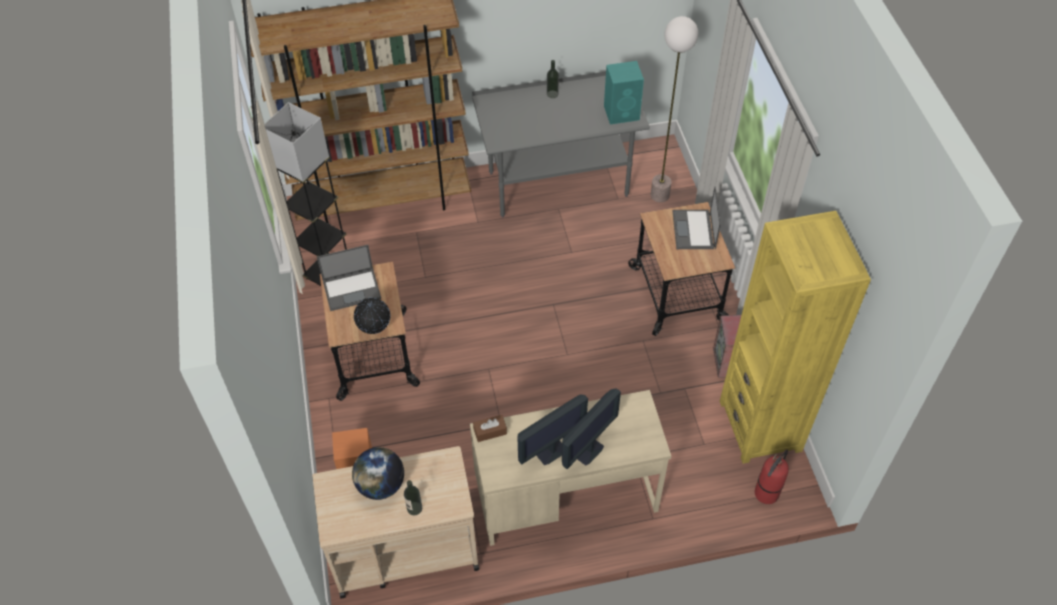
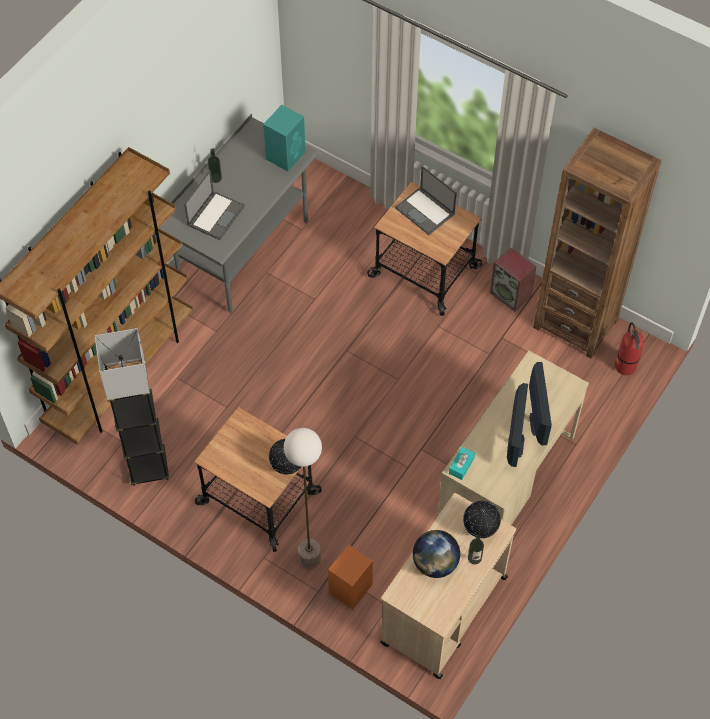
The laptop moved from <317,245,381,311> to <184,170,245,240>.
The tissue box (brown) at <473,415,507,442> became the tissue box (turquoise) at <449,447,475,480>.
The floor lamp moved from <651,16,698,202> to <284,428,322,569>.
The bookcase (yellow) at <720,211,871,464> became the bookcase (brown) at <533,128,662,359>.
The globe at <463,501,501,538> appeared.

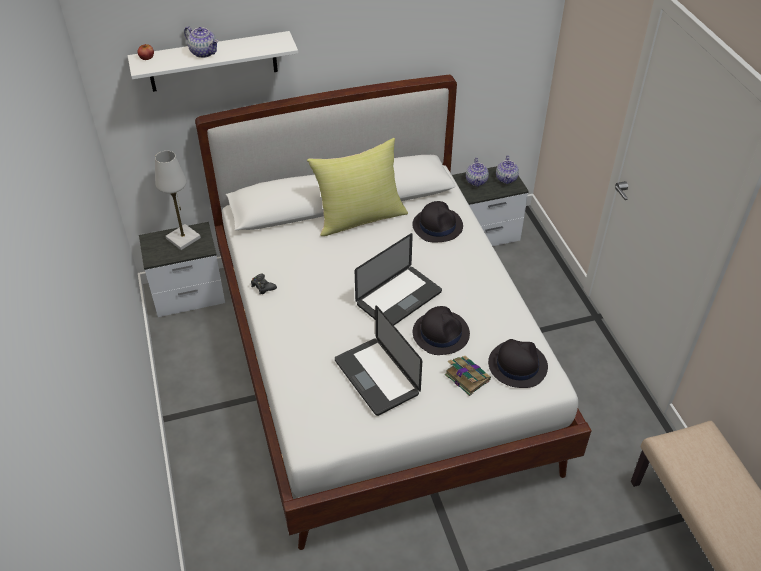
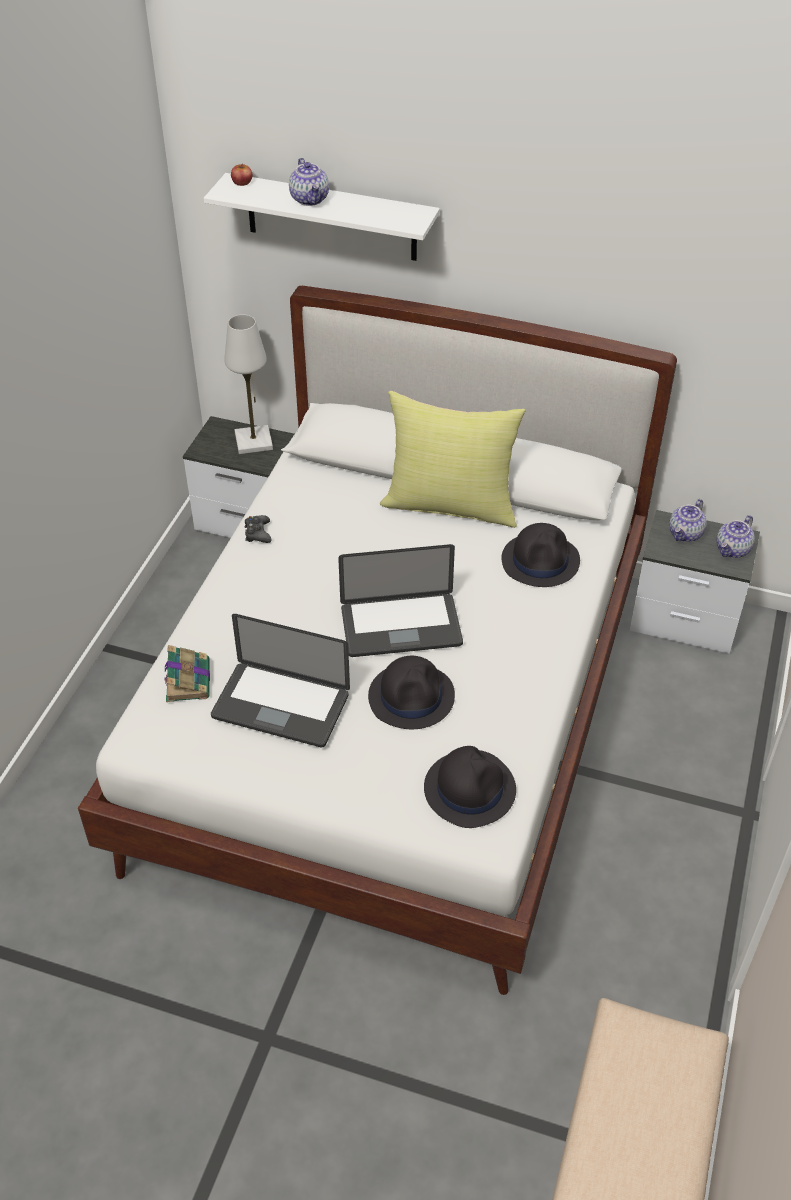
The laptop at <335,306,422,416> turned 75 degrees counterclockwise.
The book moved from <445,356,491,396> to <164,645,210,702>.

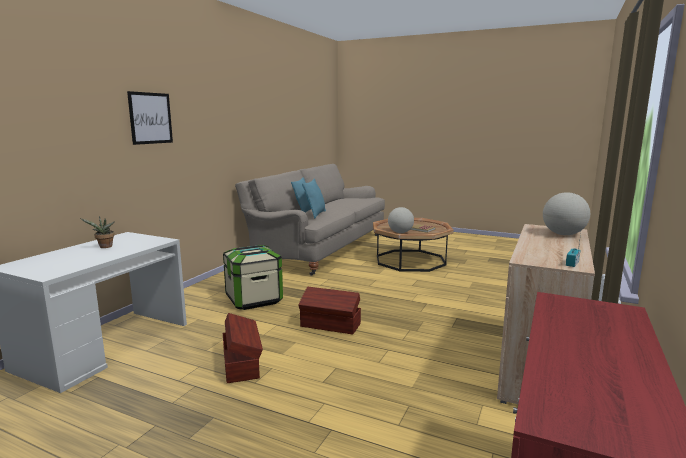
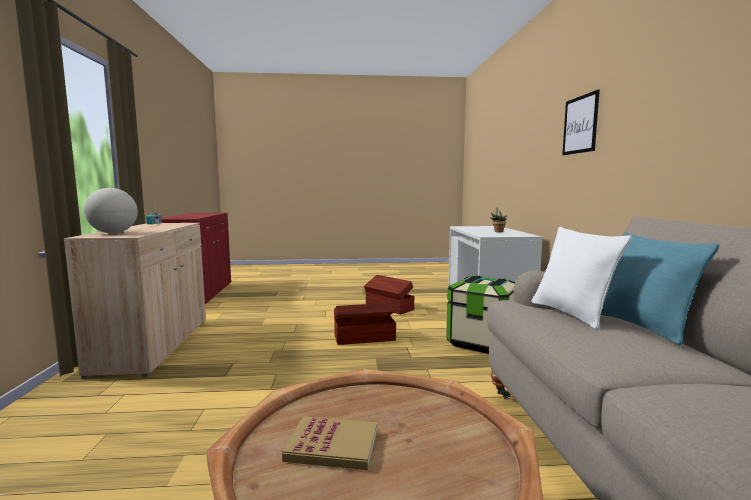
The pillow (turquoise) at <302,179,326,218> became the pillow (white) at <532,227,632,330>.
The globe at <388,207,414,233> disappeared.

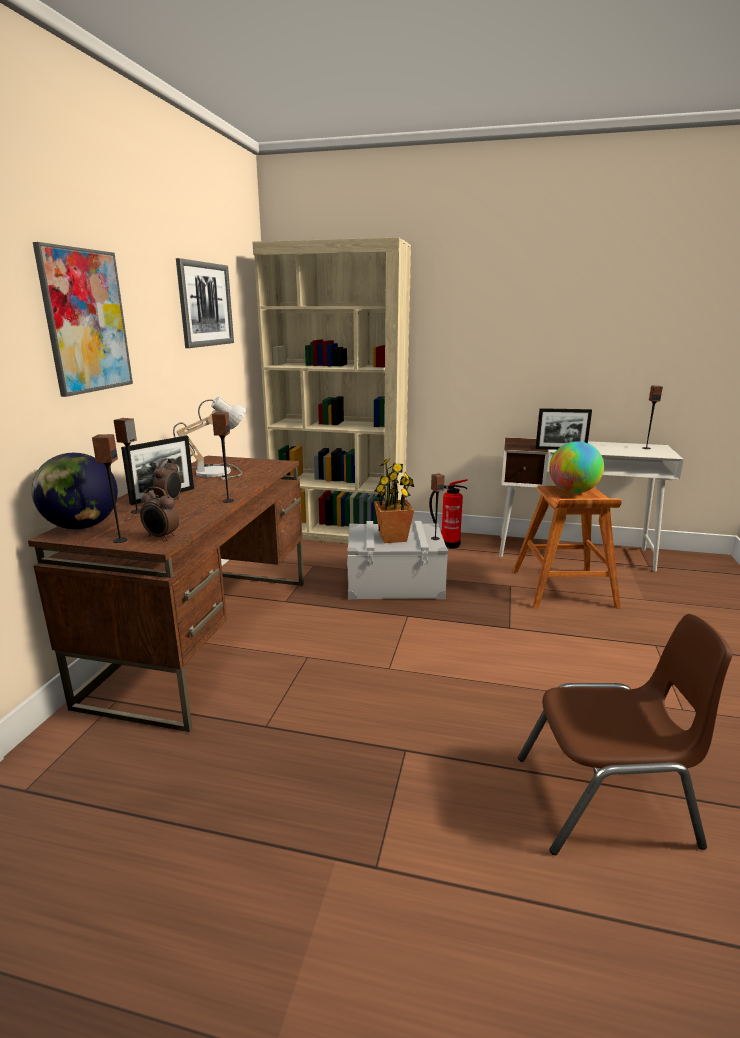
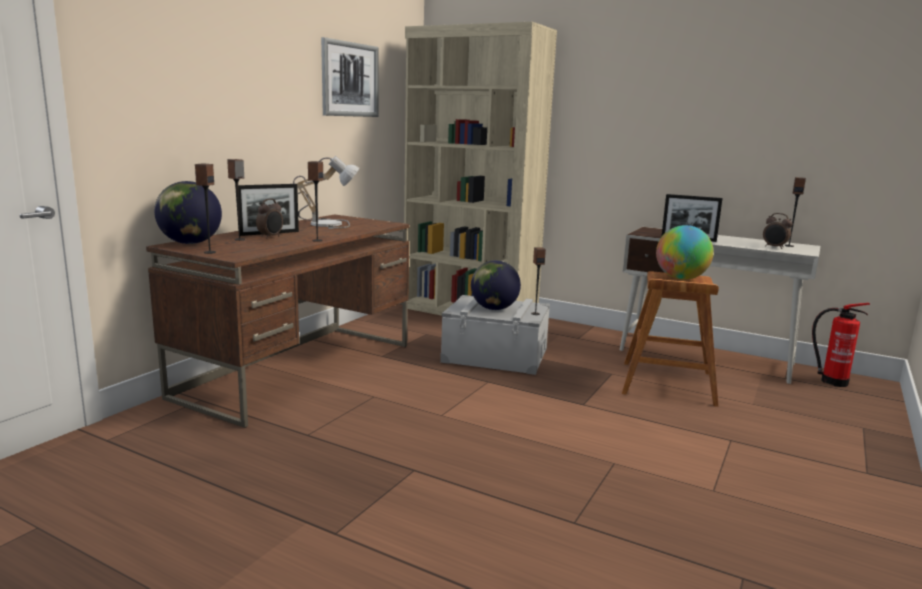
The picture at <33,242,133,397> disappeared.
The alarm clock moved from <140,487,179,541> to <763,213,793,249>.
The potted plant at <374,458,414,543> was replaced by the globe at <471,260,521,310>.
The fire extinguisher moved from <429,479,468,549> to <812,303,870,387>.
The chair (brown) at <518,614,733,855> disappeared.

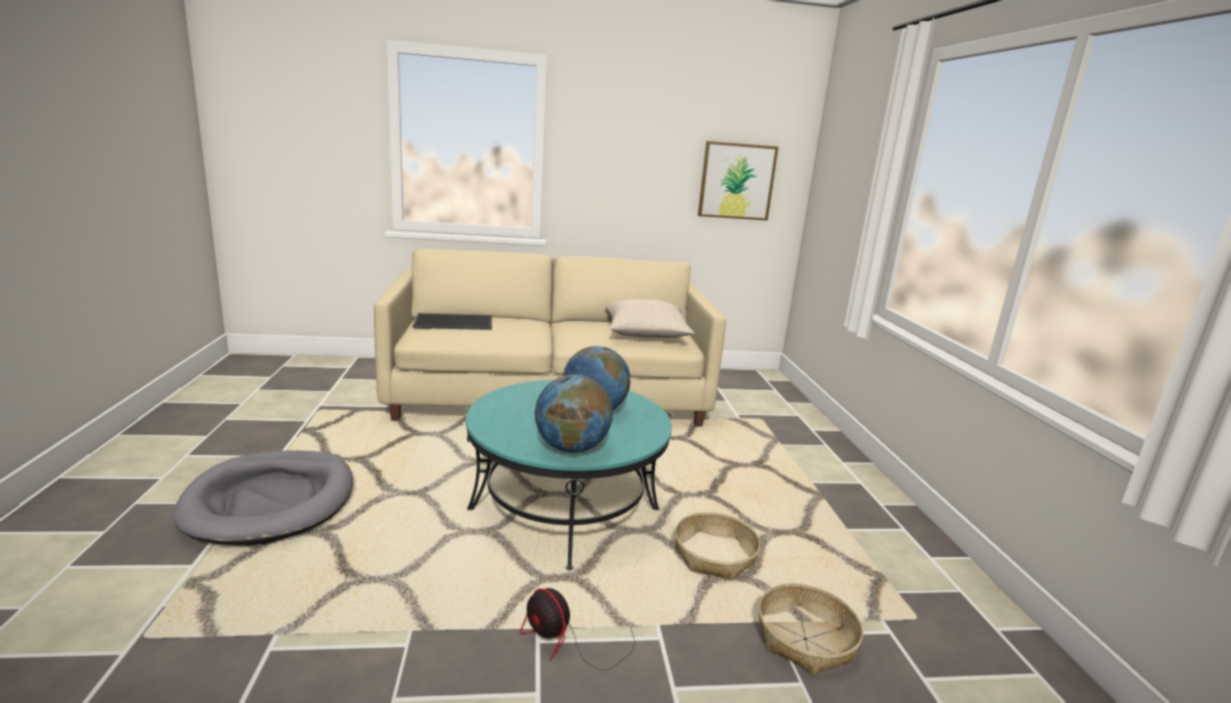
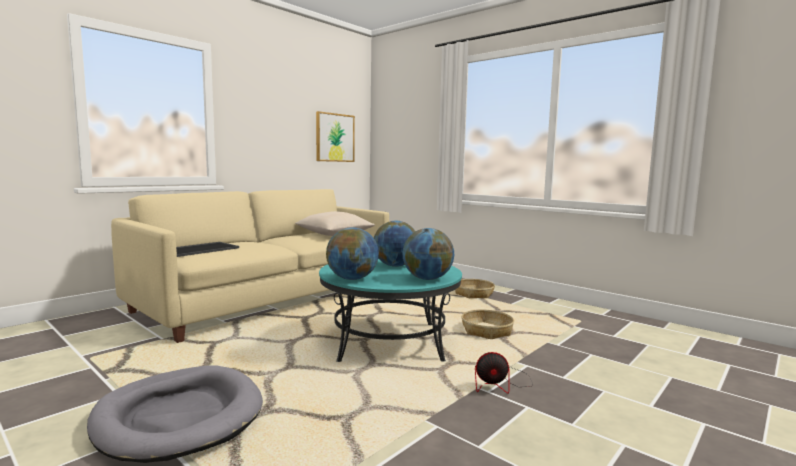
The basket moved from <758,583,863,675> to <455,279,495,298>.
The globe at <326,227,379,280> appeared.

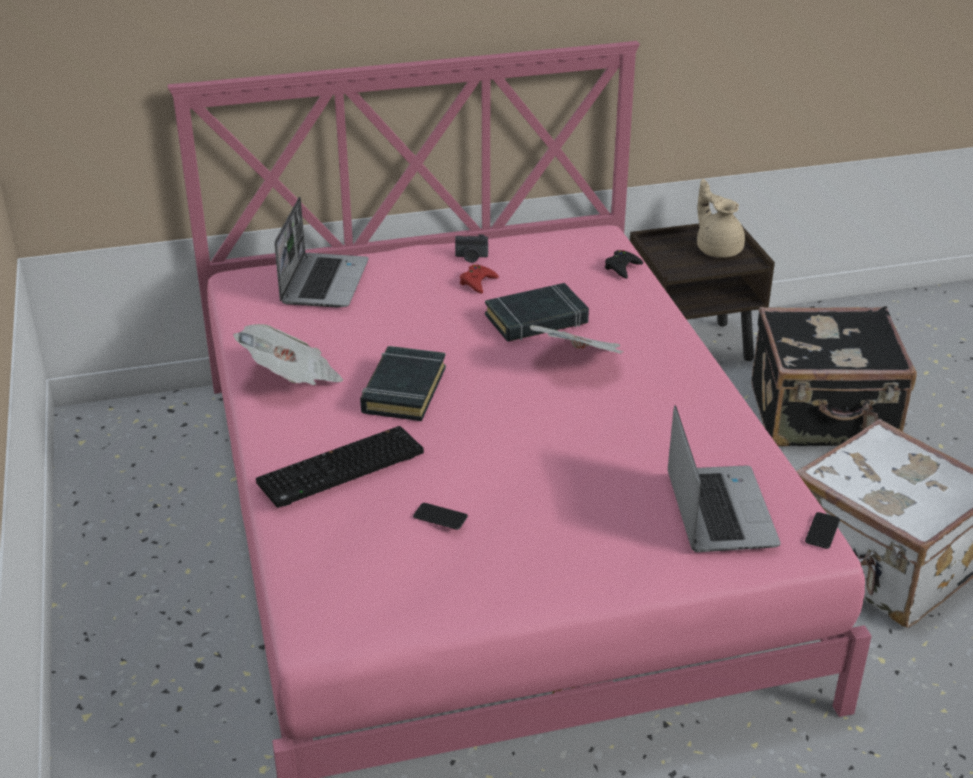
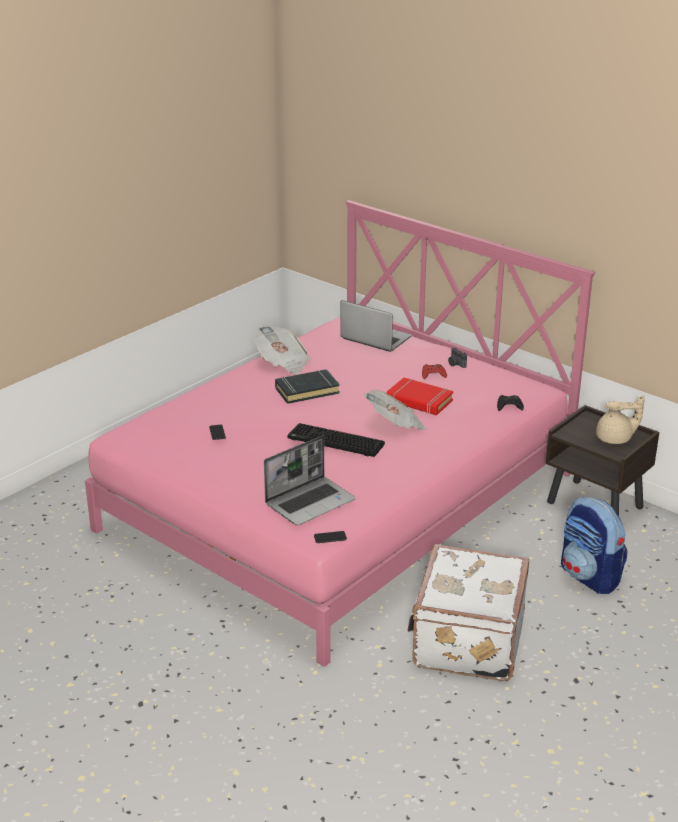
The keyboard moved from <256,426,424,508> to <288,423,385,457>.
The laptop at <274,197,369,308> turned 120 degrees counterclockwise.
The book (black) at <485,283,589,342> became the book (red) at <387,378,453,415>.
The teapot (beige) at <697,179,745,258> turned 60 degrees clockwise.
The suitcase (black) at <752,306,917,447> was replaced by the backpack at <561,497,627,594>.

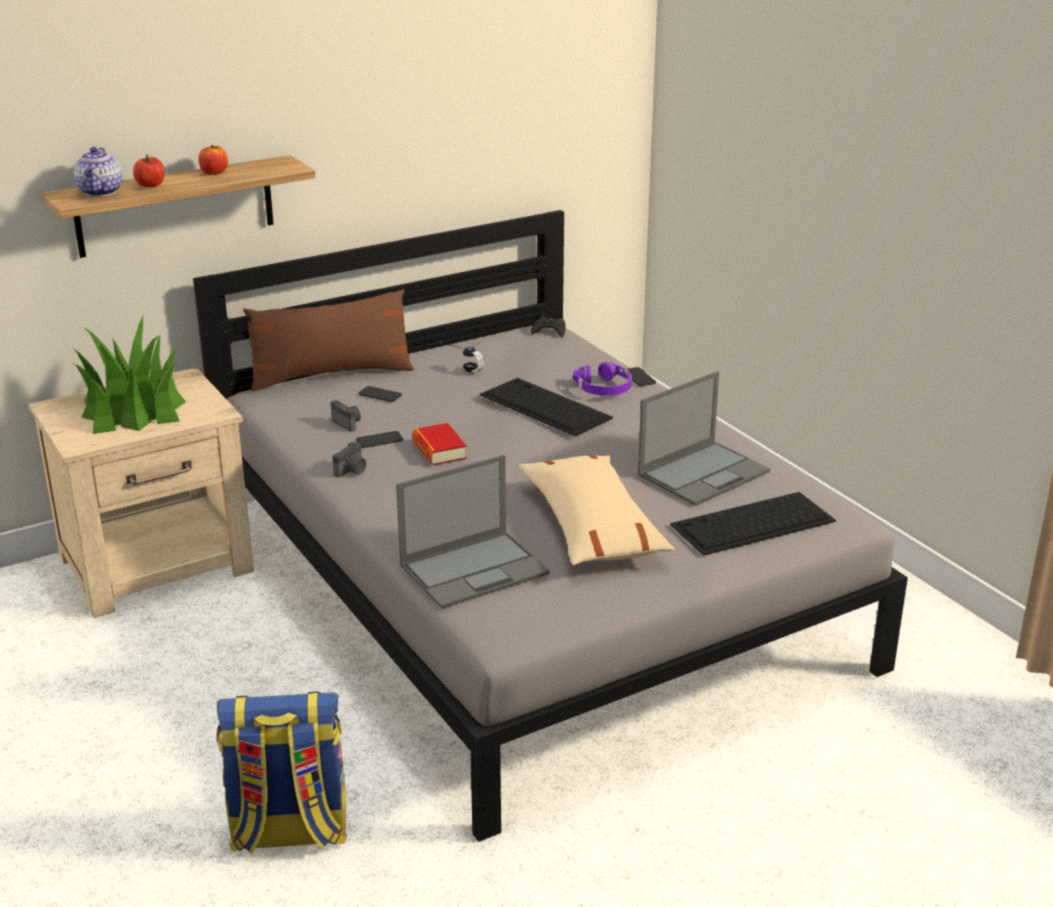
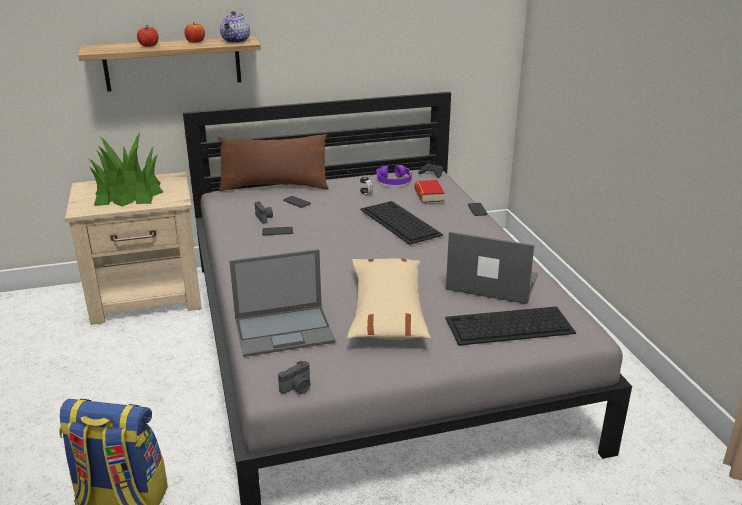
The teapot moved from <74,147,122,197> to <220,11,250,43>.
The photo camera moved from <332,442,366,477> to <278,360,311,394>.
The book moved from <412,423,467,465> to <415,180,445,203>.
The headphones (purple) moved from <573,362,632,396> to <376,165,412,185>.
The laptop at <638,371,770,506> turned 135 degrees counterclockwise.

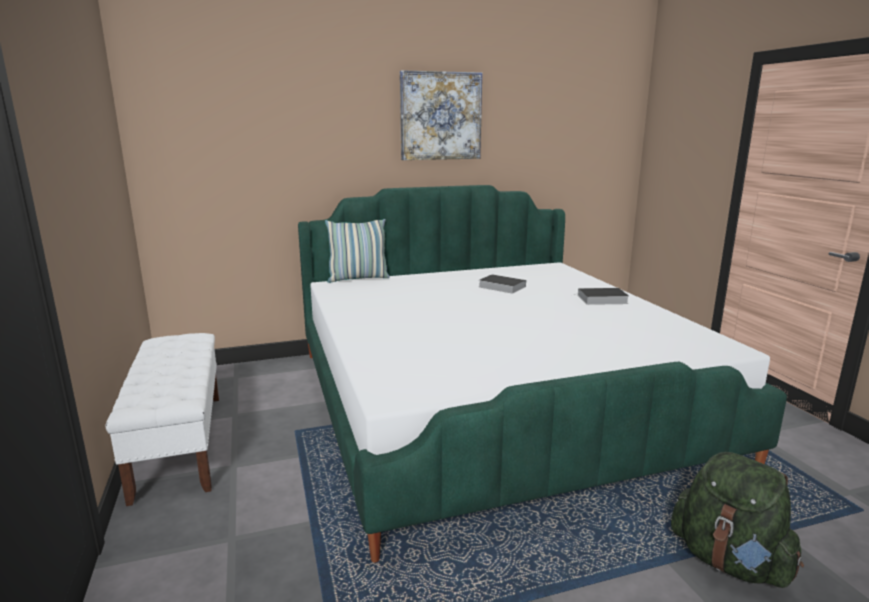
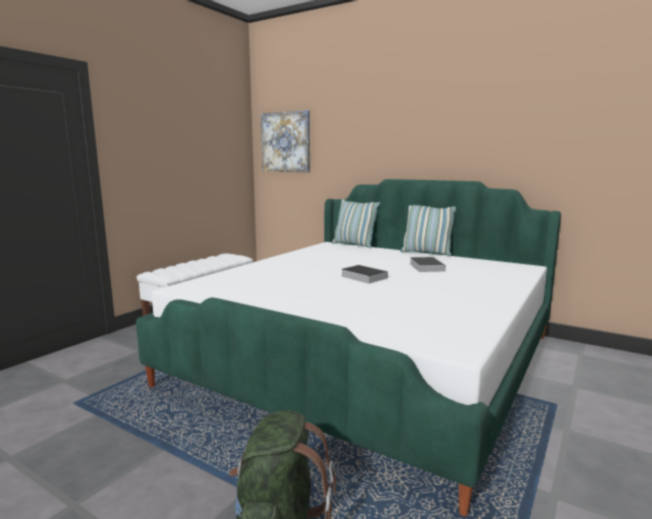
The picture moved from <400,70,482,160> to <261,110,310,172>.
The book moved from <574,288,629,305> to <341,265,388,283>.
The pillow at <400,205,456,256> appeared.

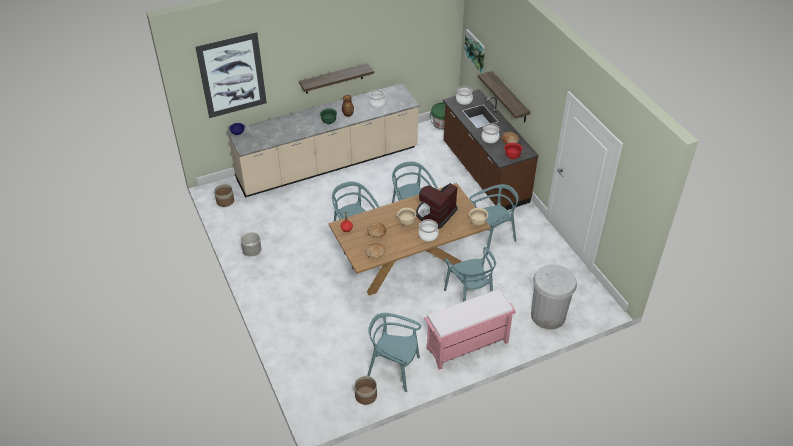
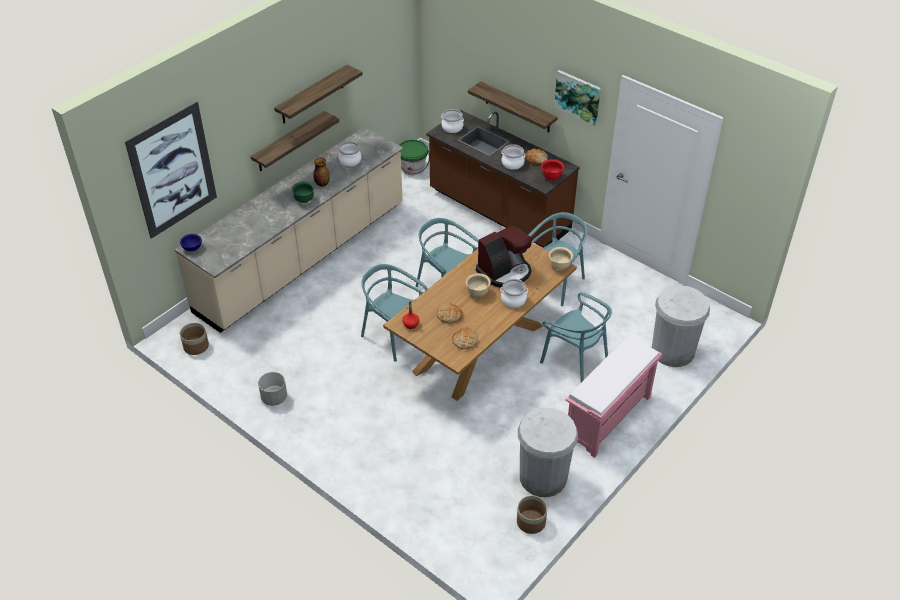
The chair (turquoise) at <367,313,421,392> was replaced by the trash can (white) at <518,408,578,497>.
The coffee machine at <416,183,458,229> turned 135 degrees counterclockwise.
The picture moved from <464,29,485,73> to <554,70,601,126>.
The shelf at <274,64,363,123> appeared.

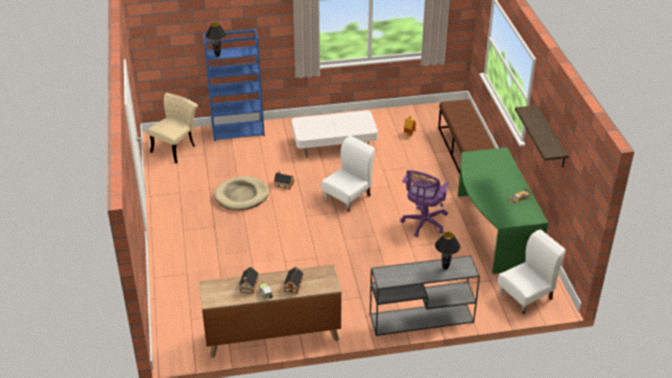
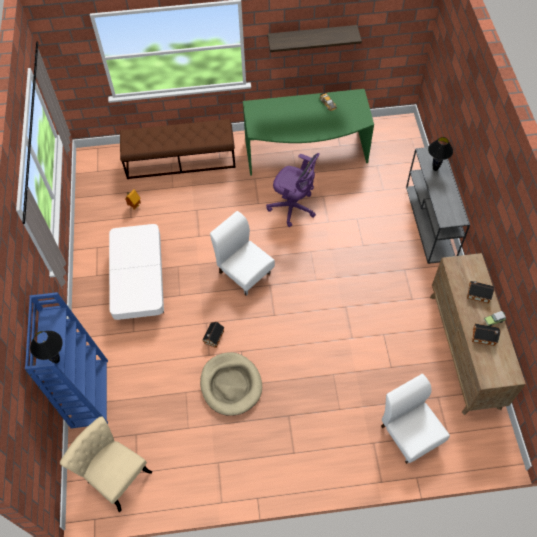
The chair (white) moved from <498,229,566,314> to <381,374,450,464>.

